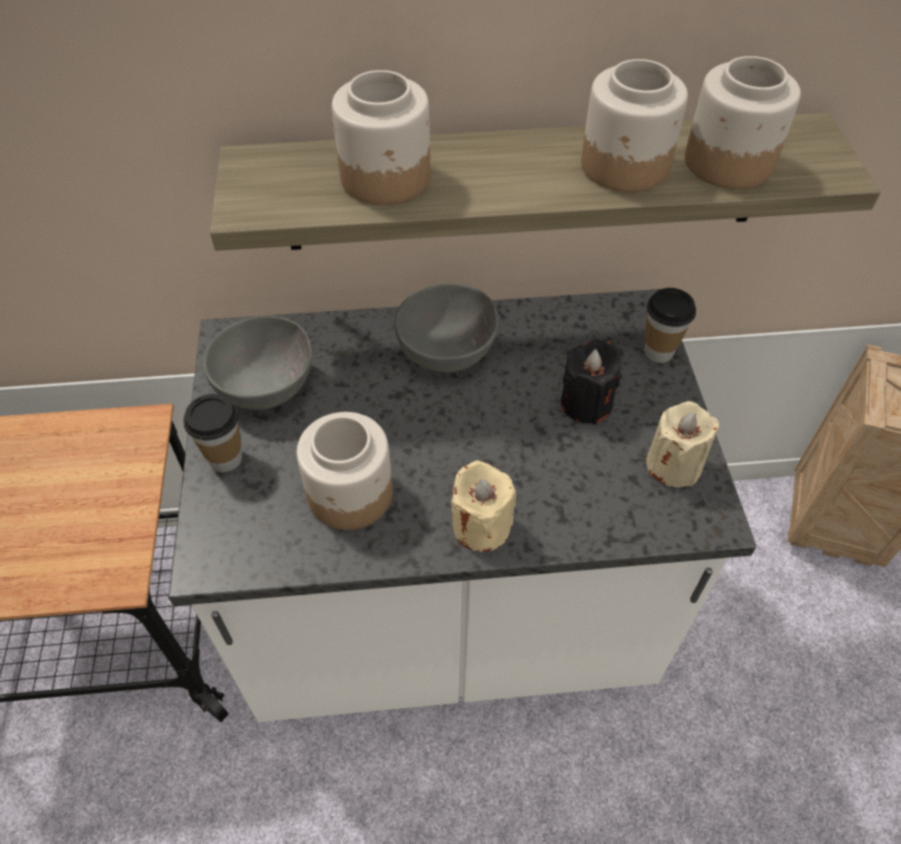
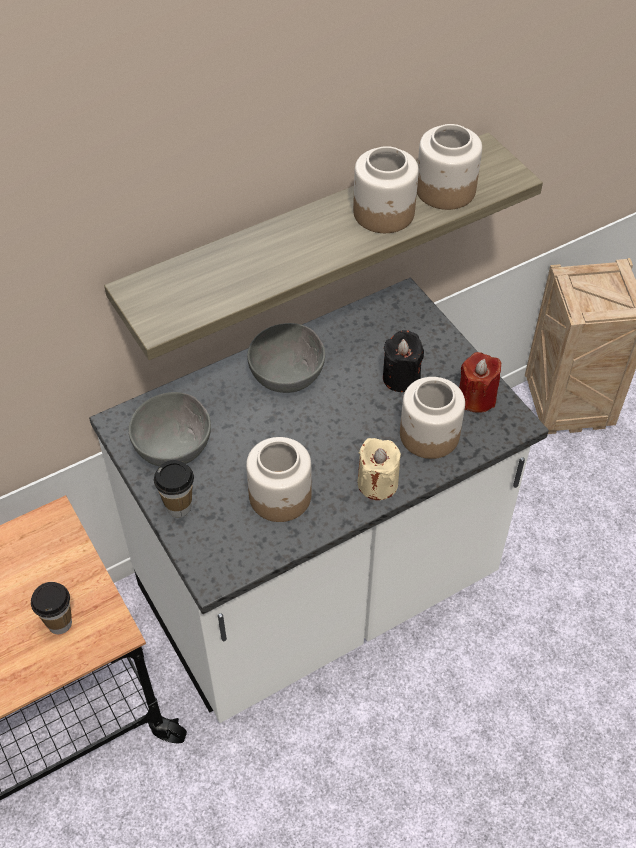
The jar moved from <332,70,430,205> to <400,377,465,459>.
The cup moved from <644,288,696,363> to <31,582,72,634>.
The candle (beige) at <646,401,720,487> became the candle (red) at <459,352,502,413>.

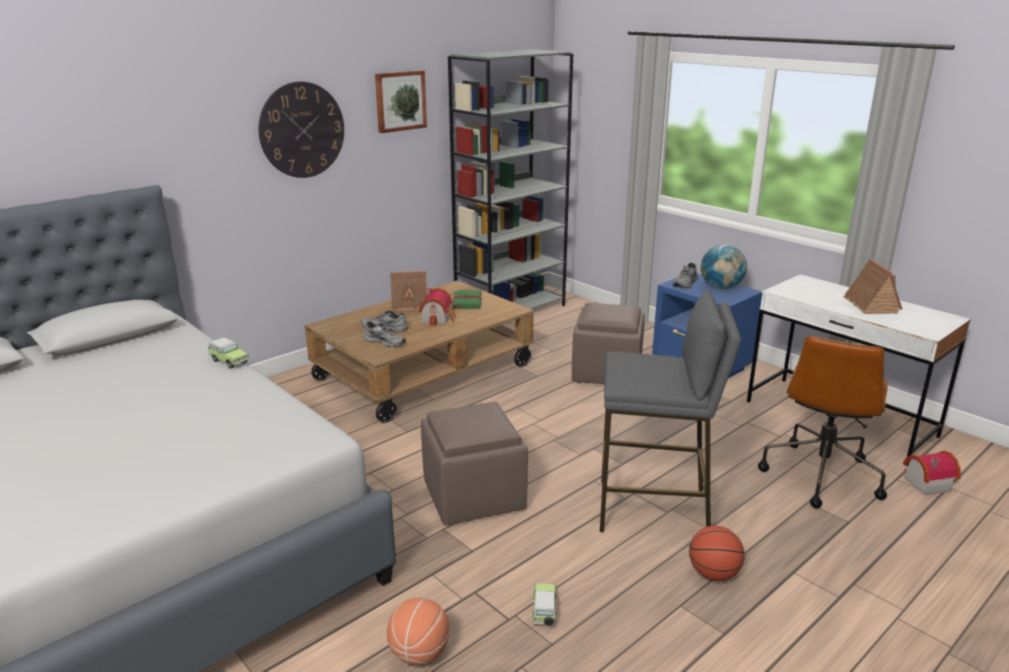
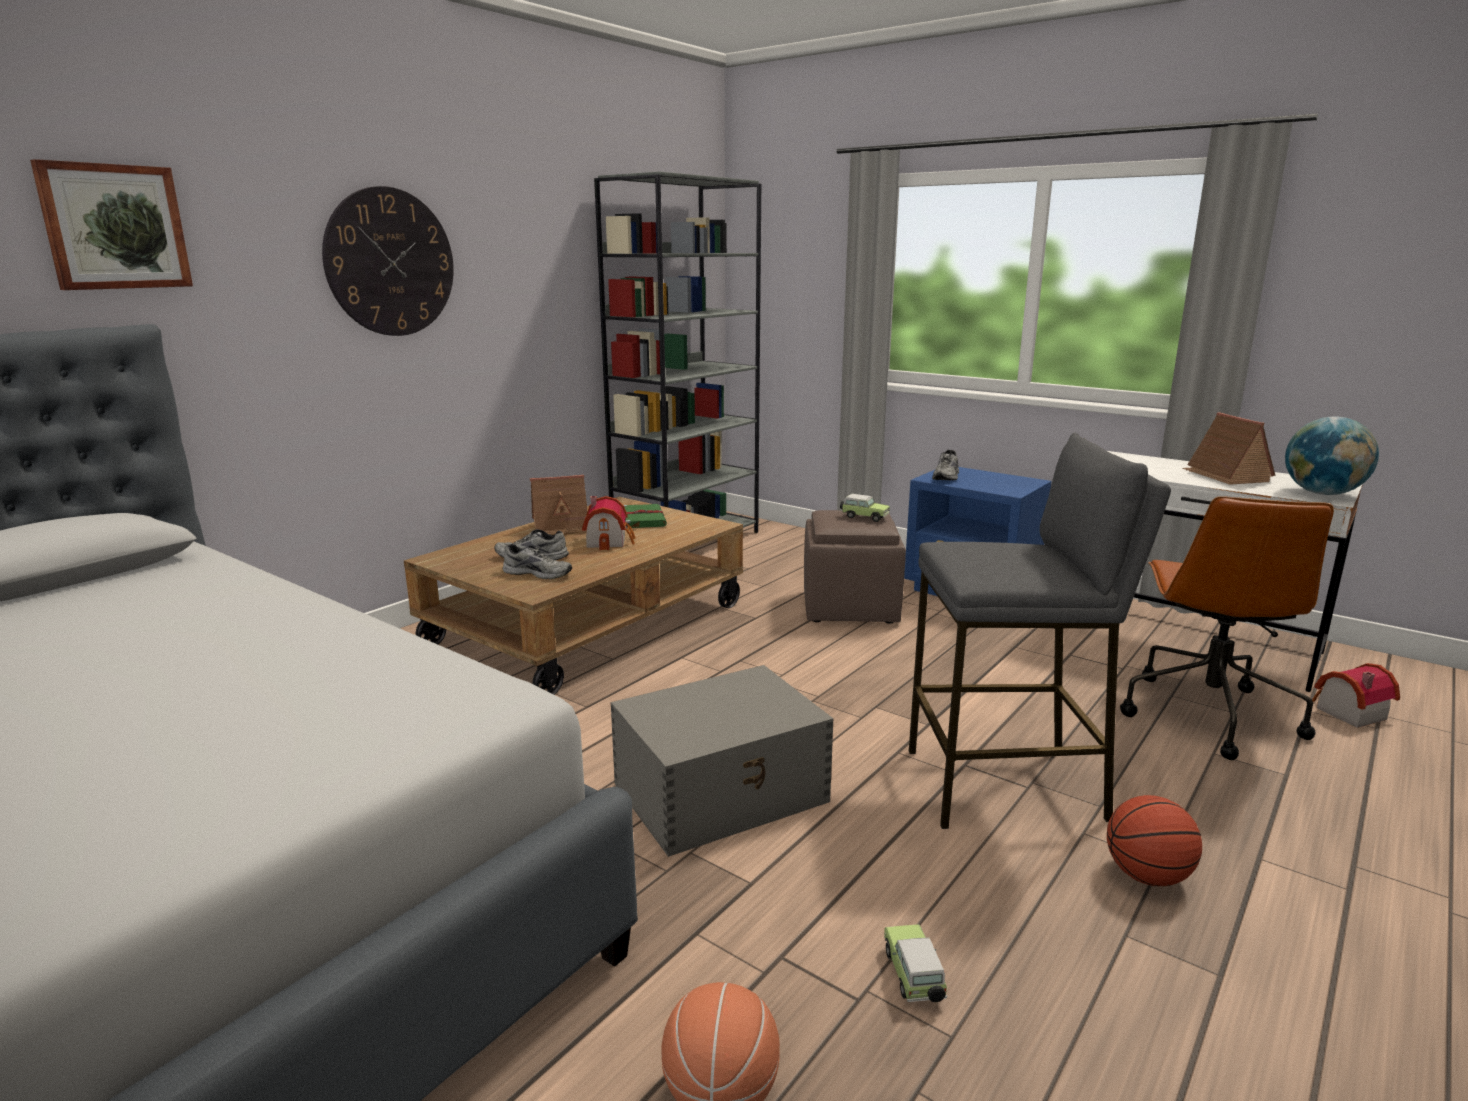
The toy car moved from <208,337,249,369> to <840,494,890,522>.
The picture moved from <375,70,427,133> to <30,159,193,290>.
The ottoman (brown) at <421,402,528,526> was replaced by the storage box (grey) at <611,665,834,857>.
The globe moved from <701,244,747,289> to <1285,417,1379,495>.

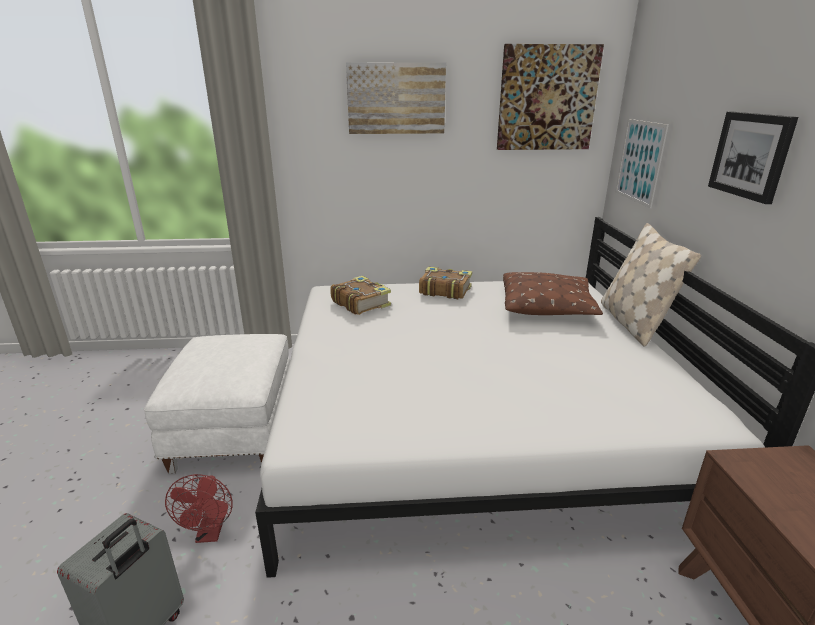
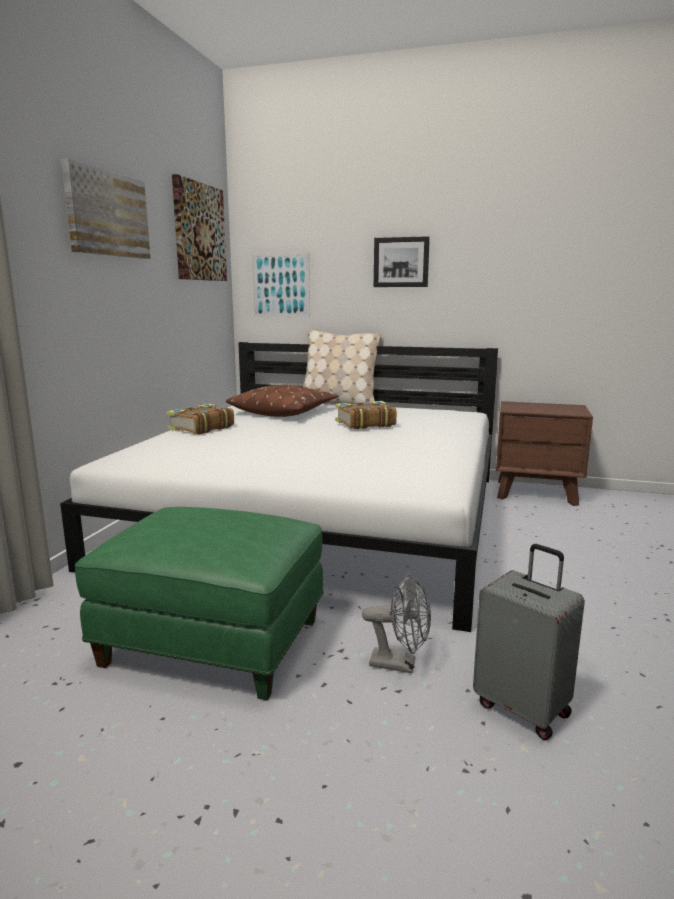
The ottoman (white) at <144,334,290,474> became the ottoman (green) at <75,507,324,700>.
The fan (red) at <165,474,233,543> became the fan (grey) at <362,575,431,673>.
The book moved from <330,276,391,315> to <335,401,397,429>.

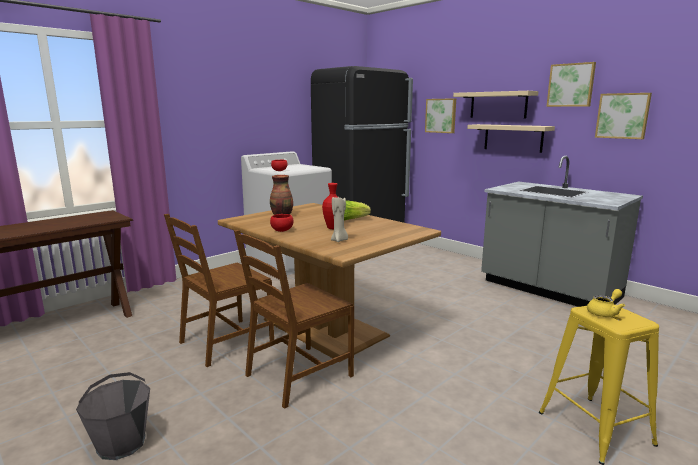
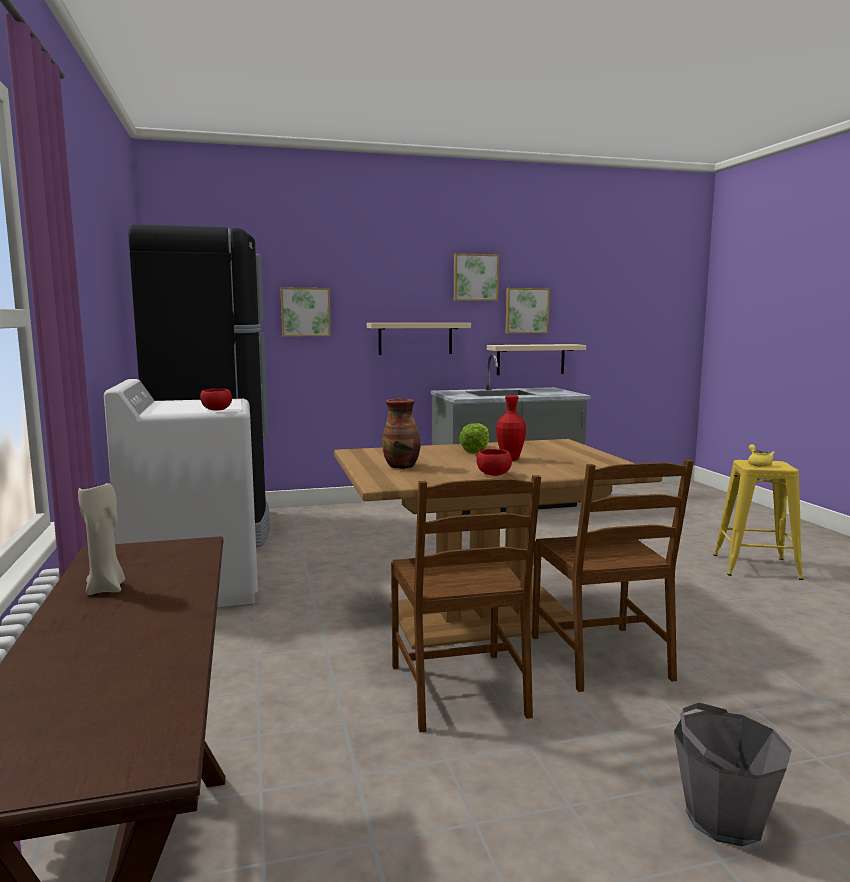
The candle (beige) moved from <331,197,348,242> to <78,483,125,595>.
The shelf (beige) moved from <453,91,538,119> to <487,344,586,375>.

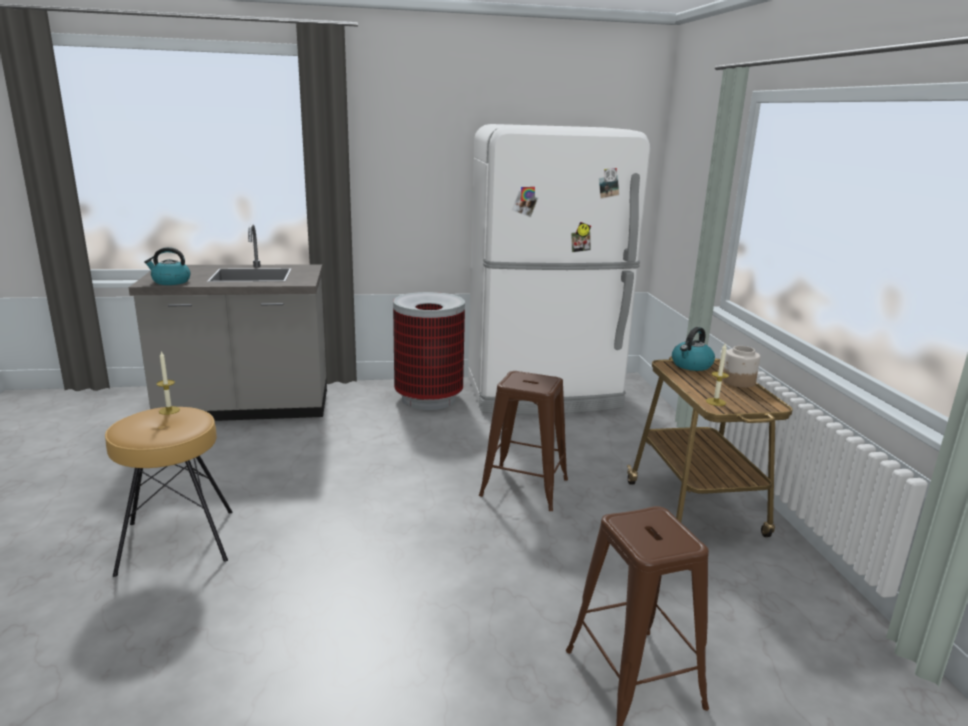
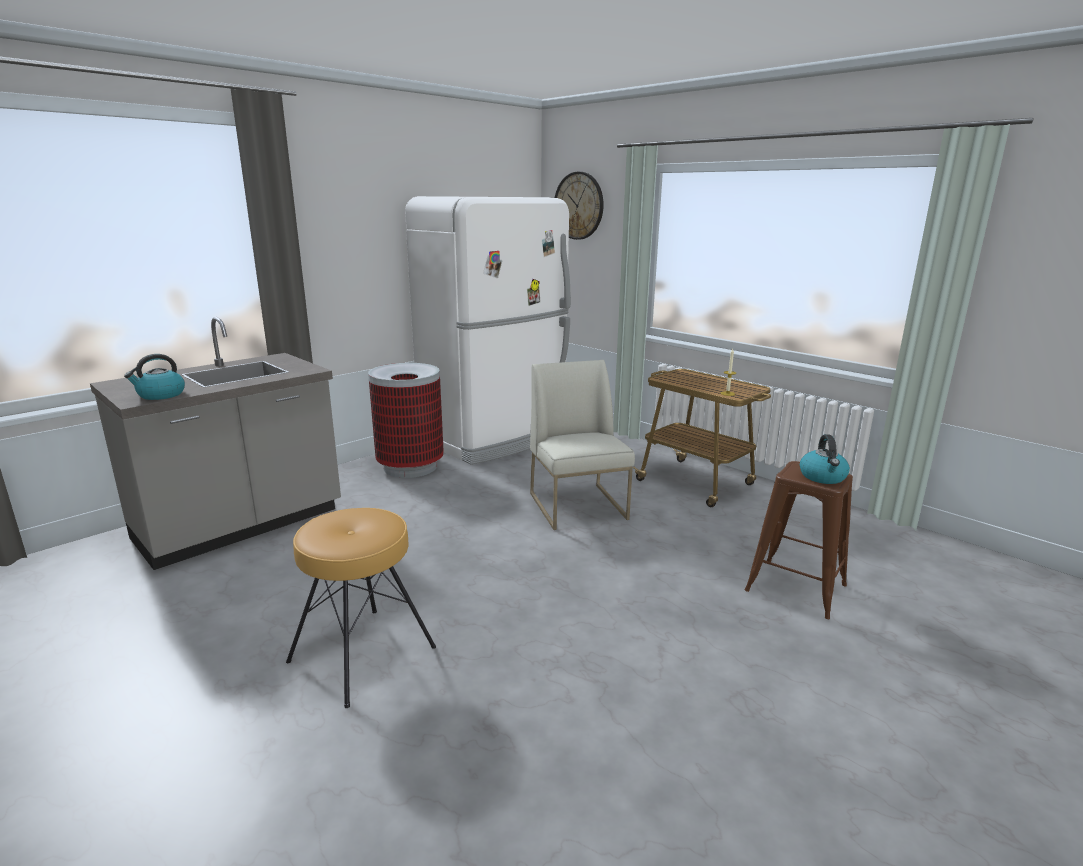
The candle at <157,351,180,415> disappeared.
The stool (brown) at <479,371,568,511> was replaced by the chair (white) at <530,360,635,530>.
The kettle moved from <672,327,715,371> to <800,434,850,484>.
The jar at <722,346,760,388> disappeared.
The wall clock at <555,172,604,240> appeared.

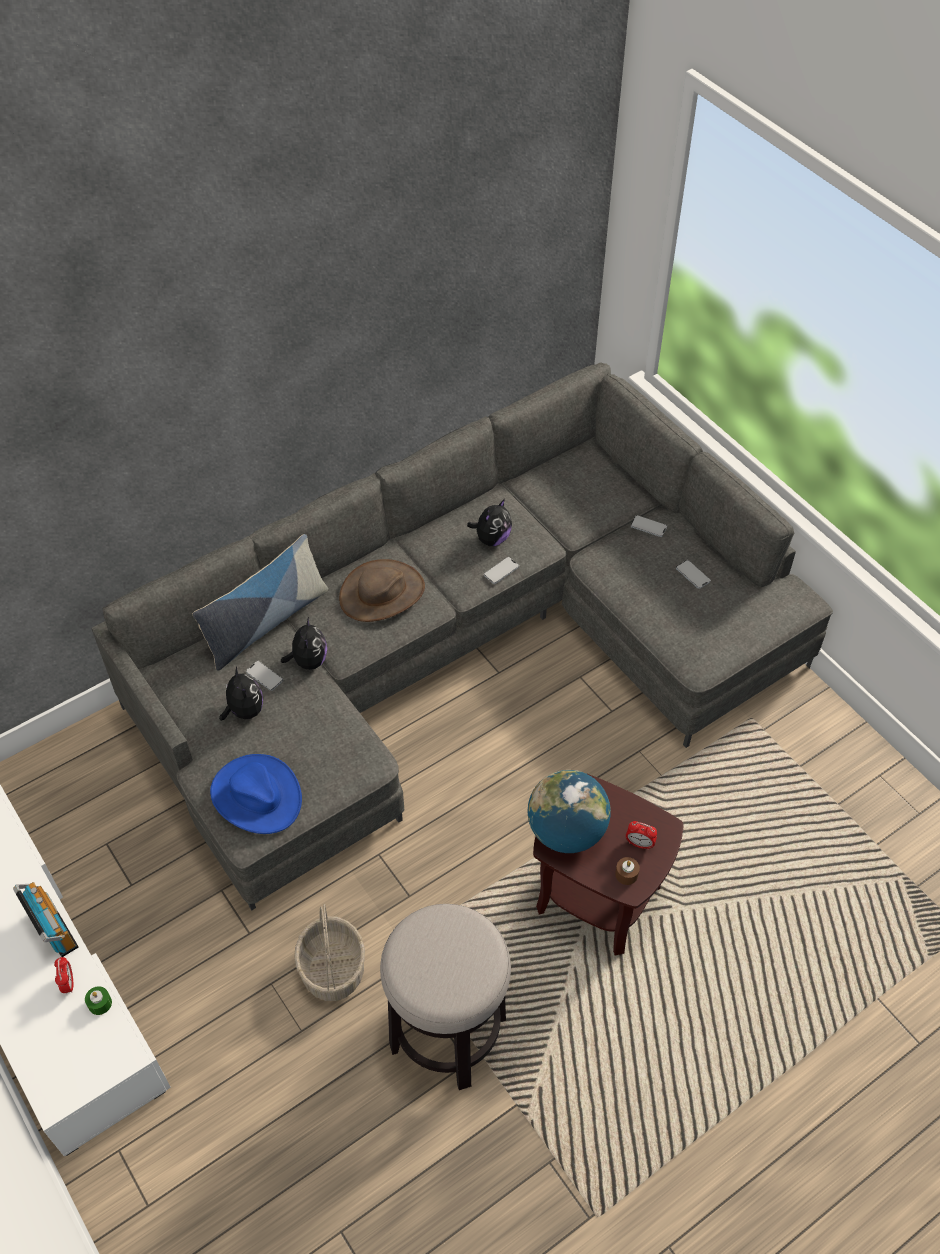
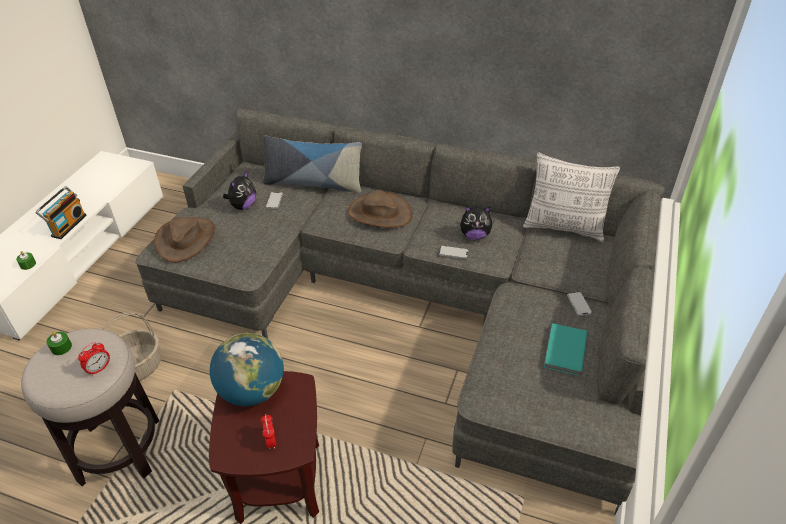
The alarm clock moved from <54,957,73,994> to <78,342,110,376>.
The hat (blue) at <210,754,302,834> became the hat (brown) at <154,217,215,263>.
The plush toy at <281,617,327,670> disappeared.
The candle (brown) at <615,857,640,885> disappeared.
The phone at <676,560,711,589> was replaced by the book (turquoise) at <544,323,587,376>.
The candle (green) at <47,332,72,355> appeared.
The pillow at <523,153,620,242> appeared.

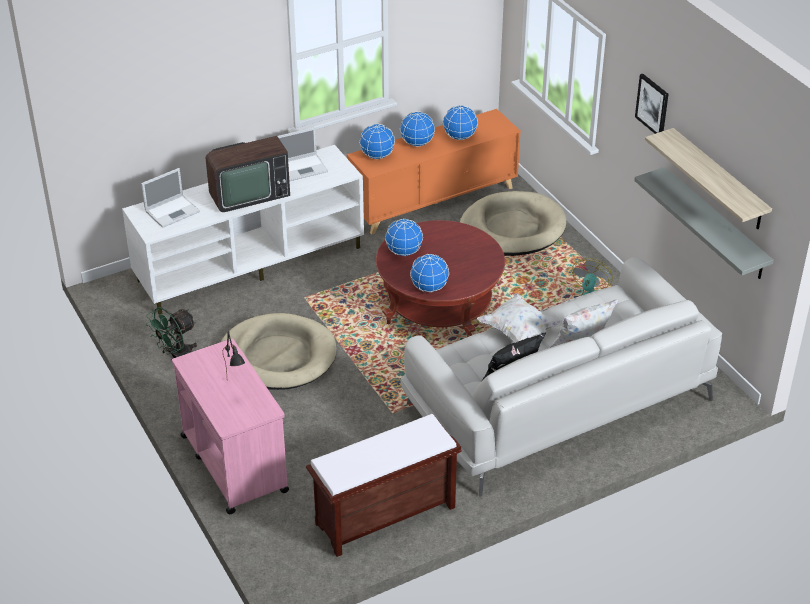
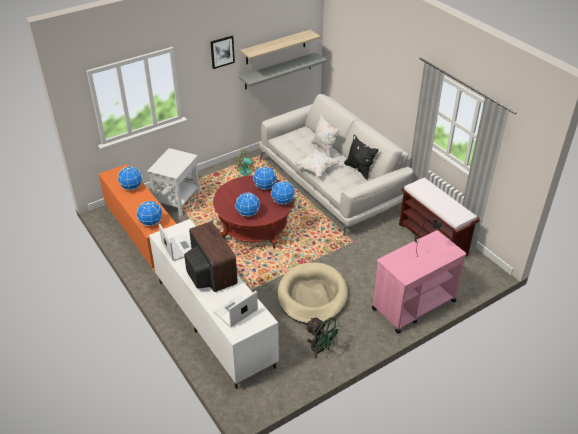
The laptop at <141,168,200,228> turned 90 degrees counterclockwise.
The globe moved from <400,111,435,147> to <253,167,277,190>.
The dog bed (beige) at <460,191,566,256> was replaced by the side table (white) at <147,148,200,216>.

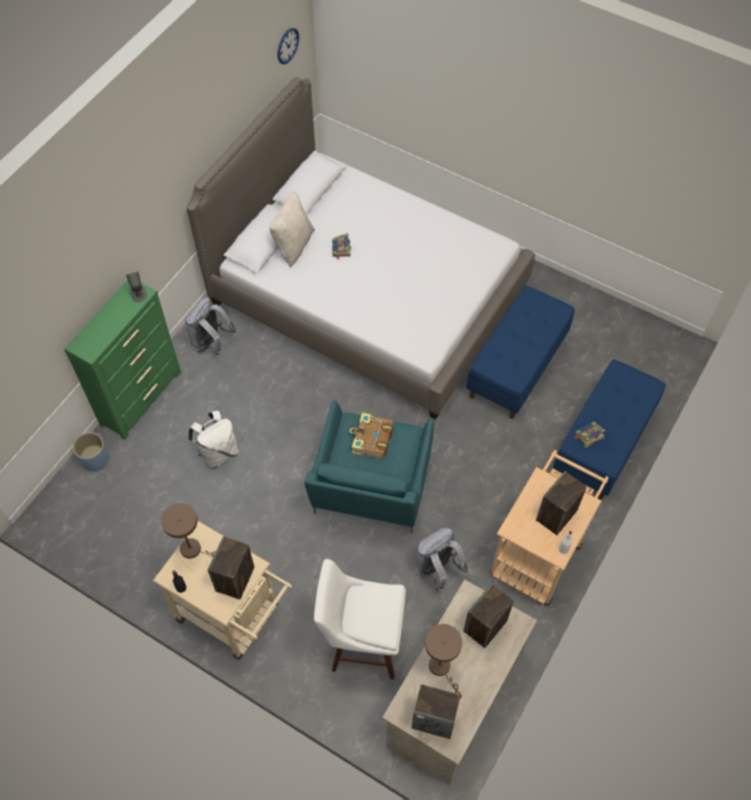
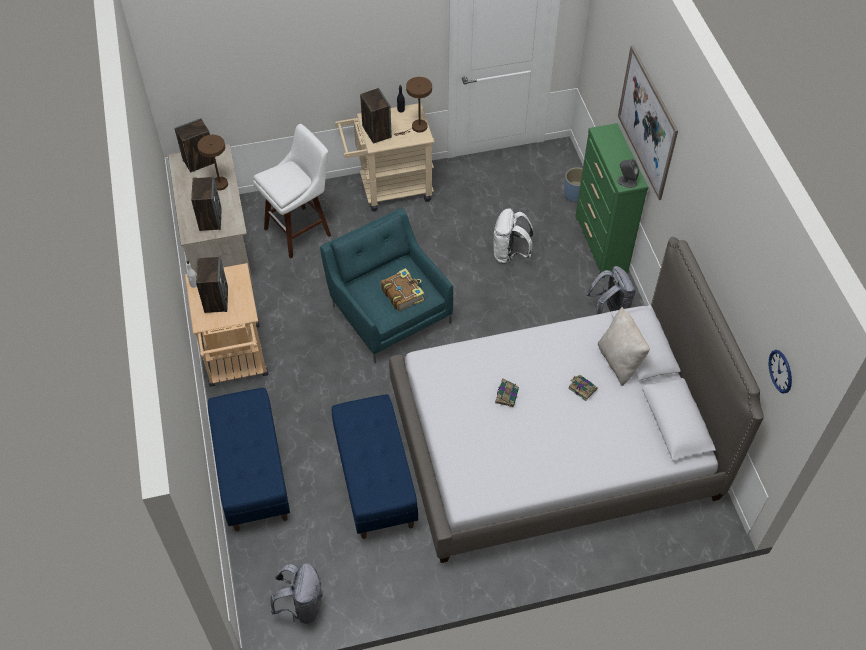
The backpack (grey) moved from <415,528,469,592> to <270,563,323,623>.
The book moved from <573,422,606,448> to <495,378,519,407>.
The picture at <618,45,678,200> appeared.

